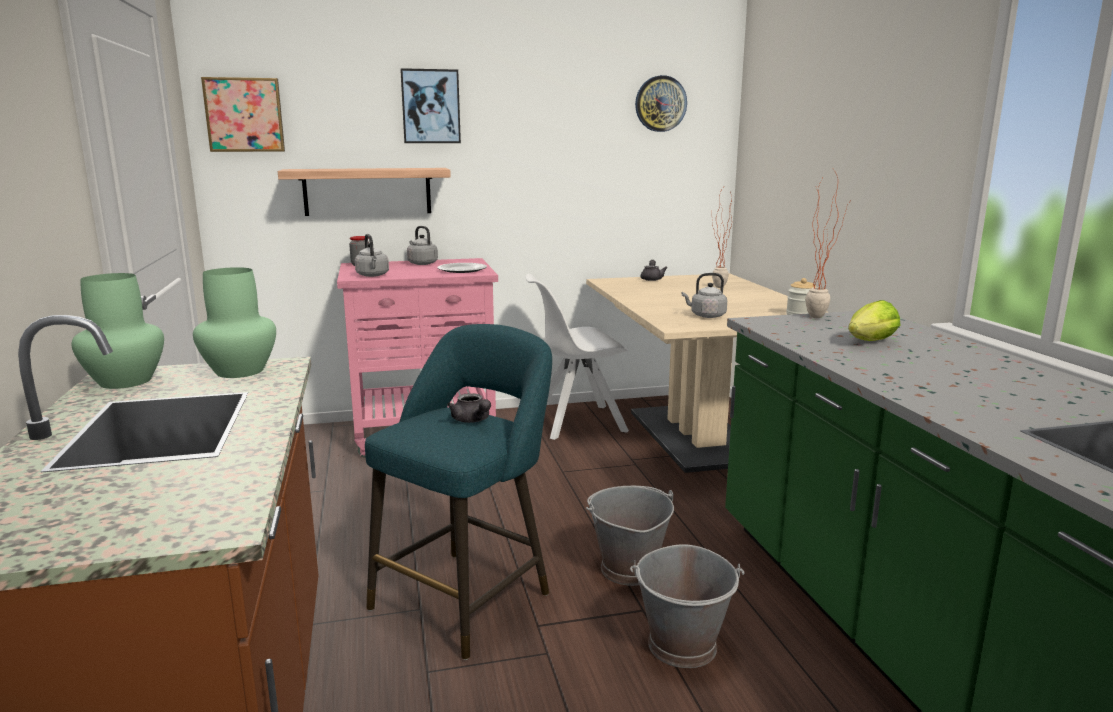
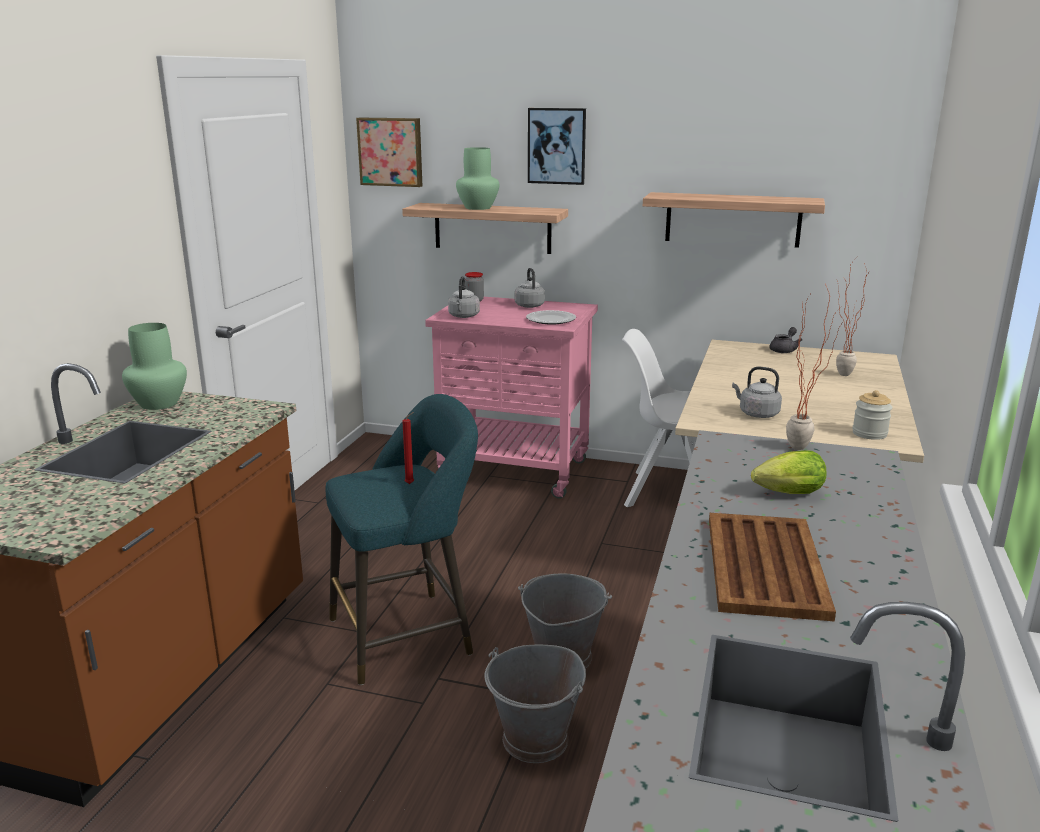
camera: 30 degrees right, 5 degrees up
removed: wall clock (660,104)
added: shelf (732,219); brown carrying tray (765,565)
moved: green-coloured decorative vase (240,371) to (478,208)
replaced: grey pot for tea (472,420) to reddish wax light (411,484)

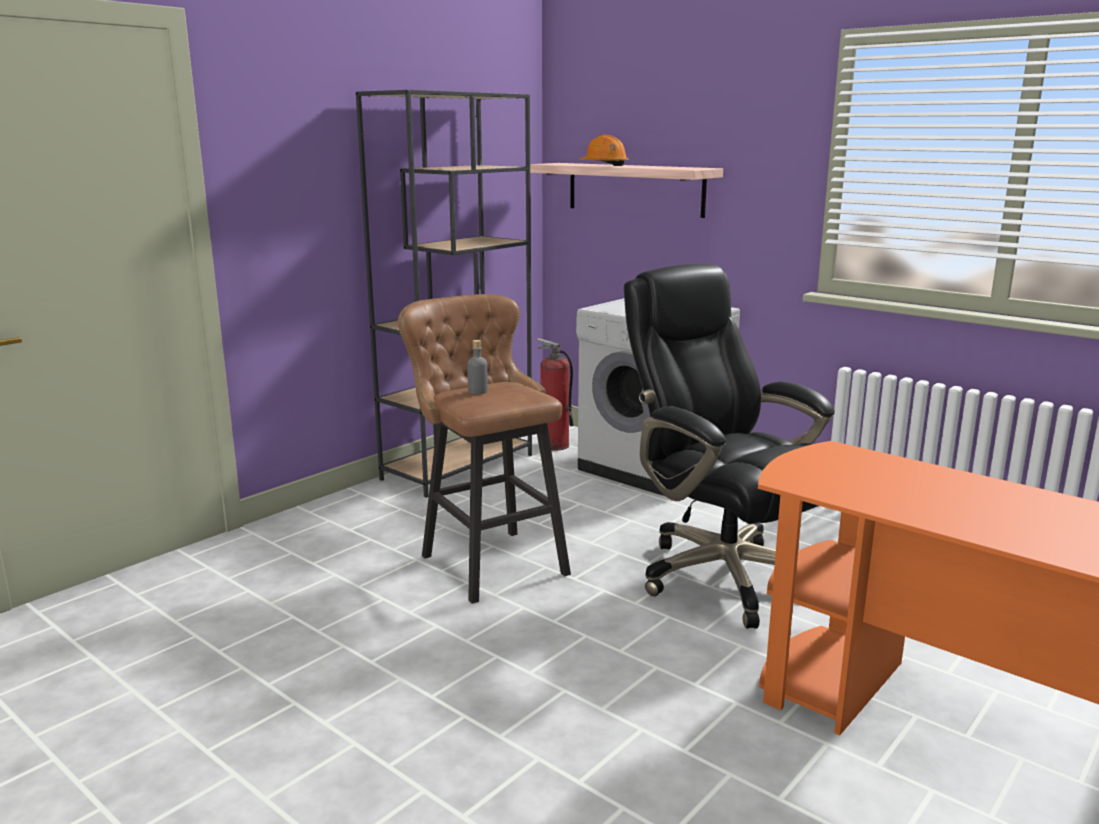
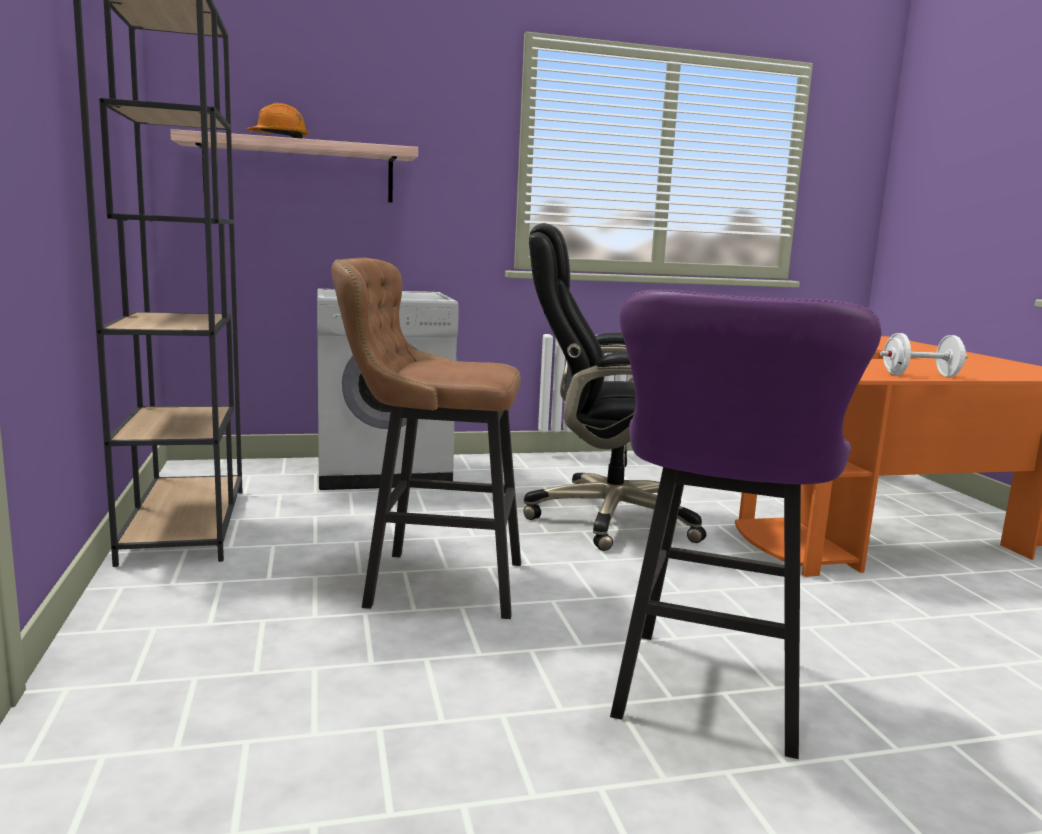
camera: 55 degrees left, 5 degrees down
removed: fire extinguisher (554,445); grey drink bottle (477,391)
added: purplish stool (706,703); whitish dumbbell (920,375)

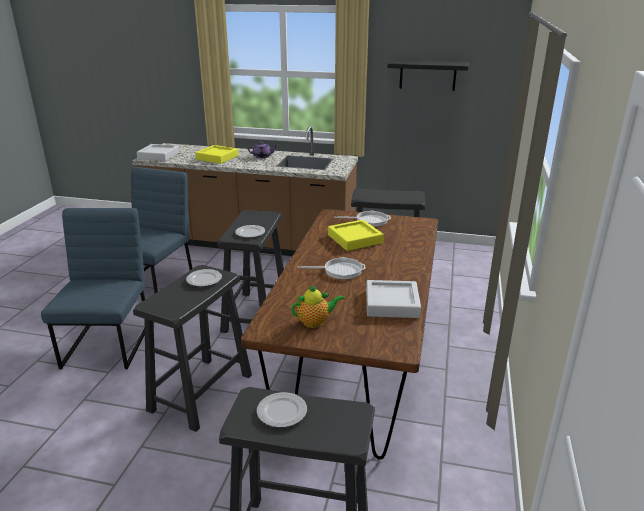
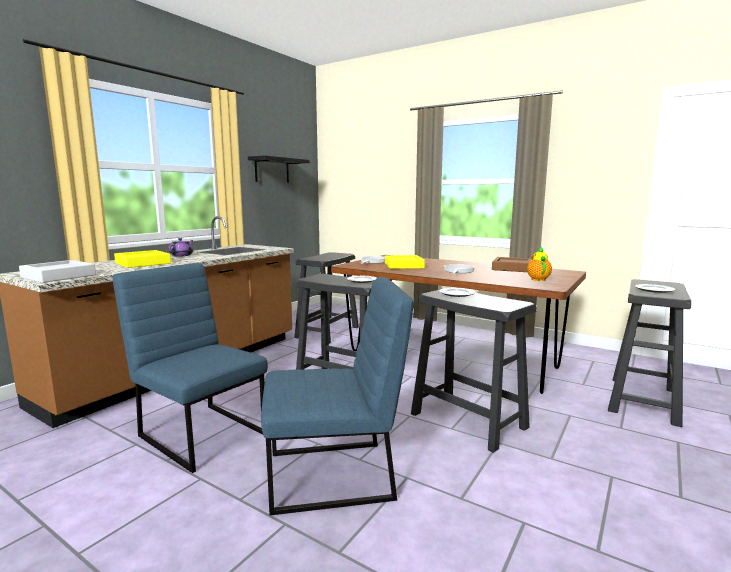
camera: 70 degrees left, 15 degrees down
recoloured: grey carrying tray (392,303) to brown carrying tray (512,268)
turned: blue-coloured upright chair (109,343) = (334,475) 150 degrees clockwise

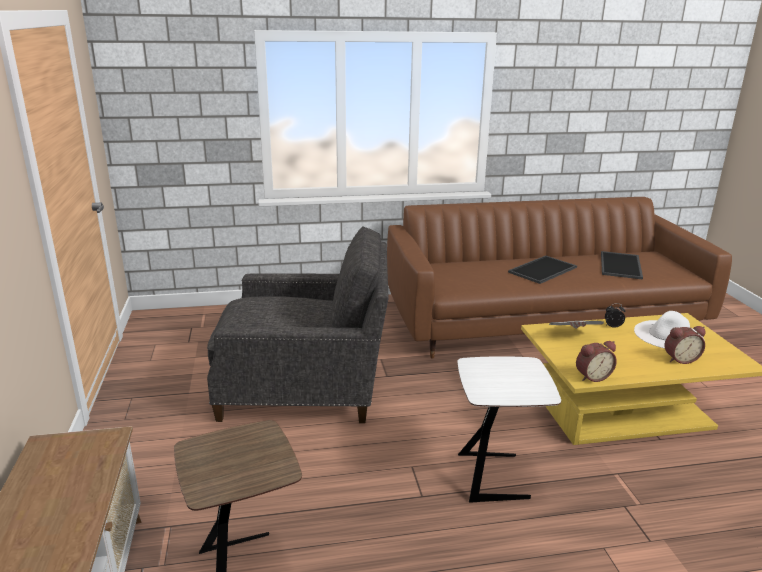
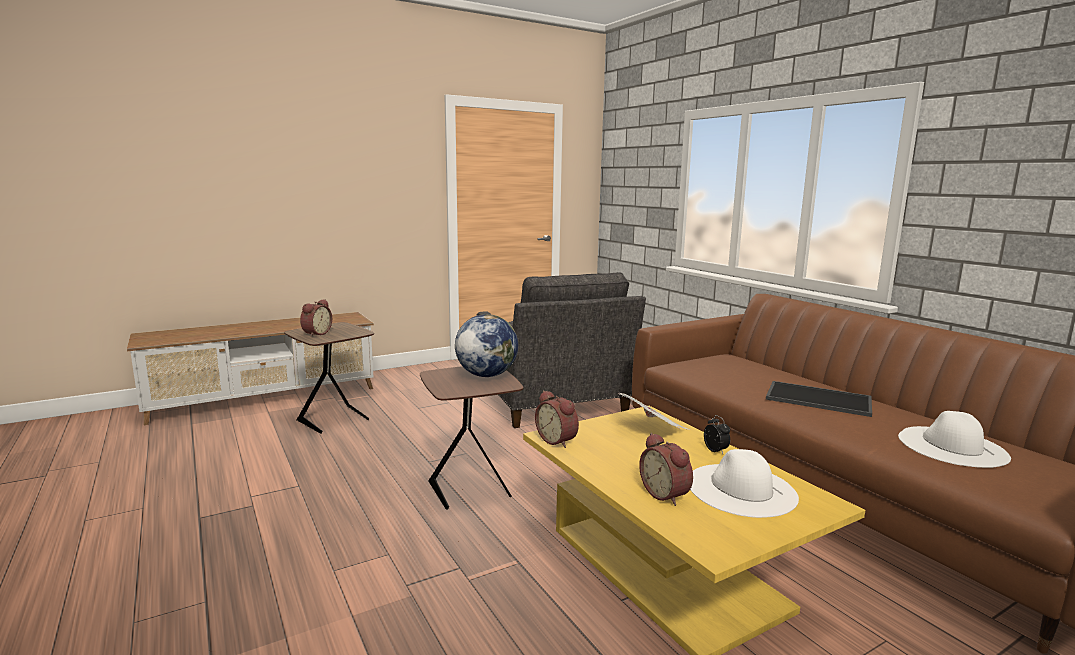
camera: 70 degrees right, 10 degrees down
added: table clock (316,334); world globe (486,375)
replaced: carrying tray (621,266) to whitish hat (951,446)
recoloured: whitish end table (495,476) to brown end table (472,490)

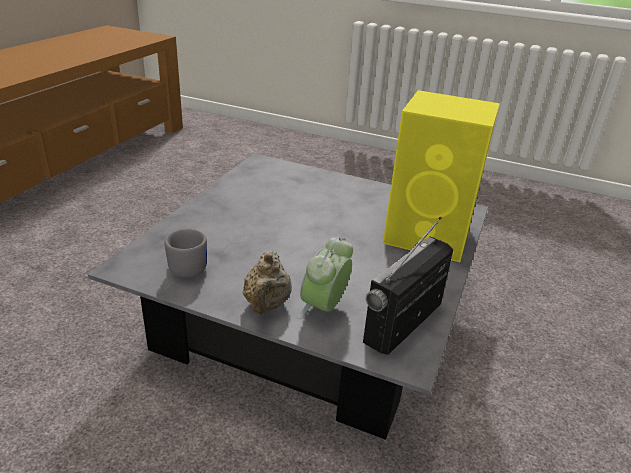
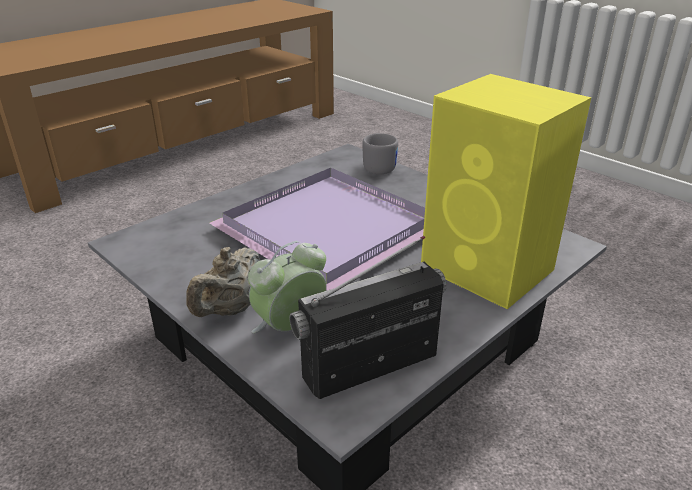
camera: 25 degrees right, 0 degrees up
added: purplish carrying tray (333,230)
moved: grey tea mug (186,266) to (378,167)

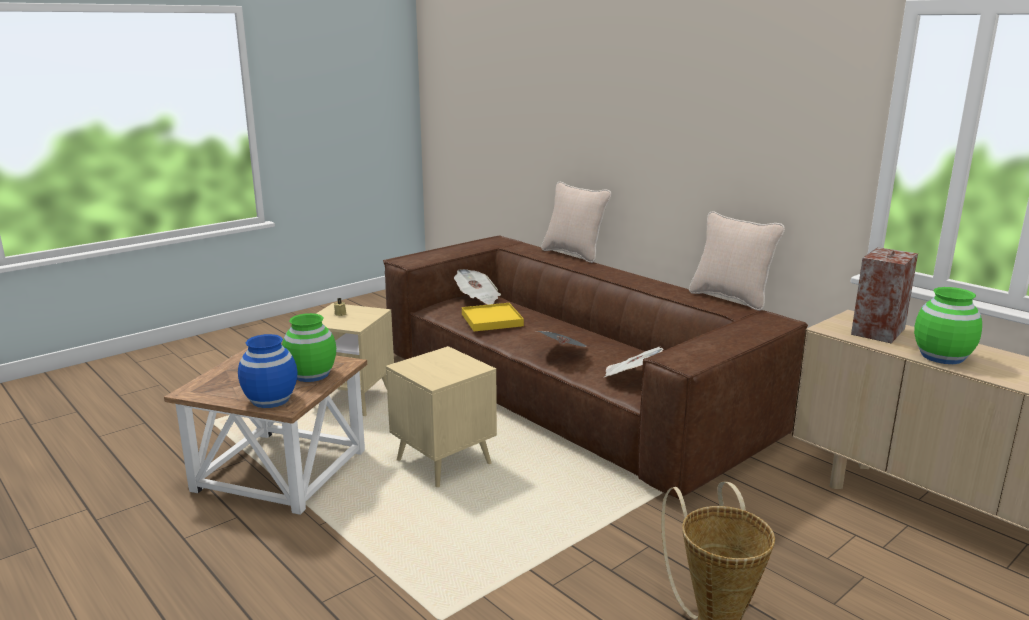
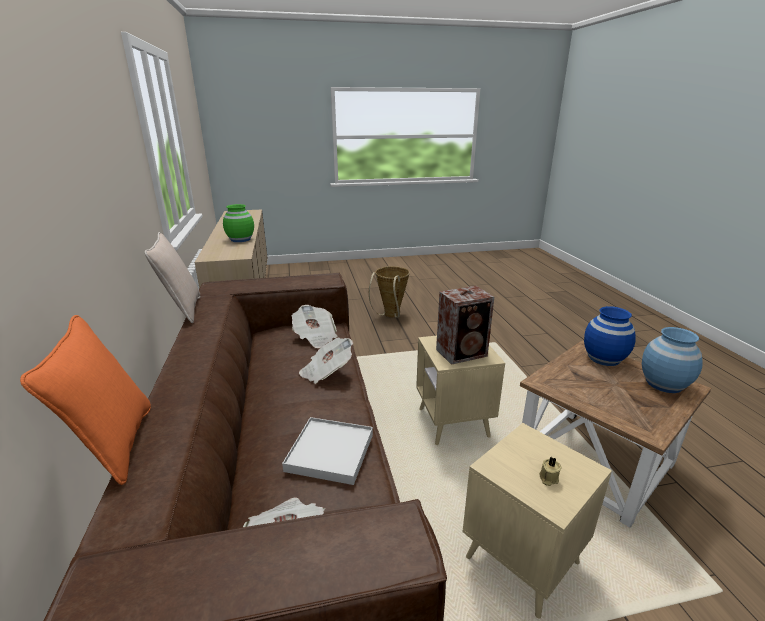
camera: 150 degrees left, 5 degrees up
removed: green-coloured decorative vase (311,375)
added: blue-coloured decorative vase (664,384)
moved: loudspeaker (876,332) to (463,353)
recoloured: beige-coloured cushion (574,254) to orange cushion (115,445); yellow-coloured carrying tray (492,320) to whitish carrying tray (330,452)

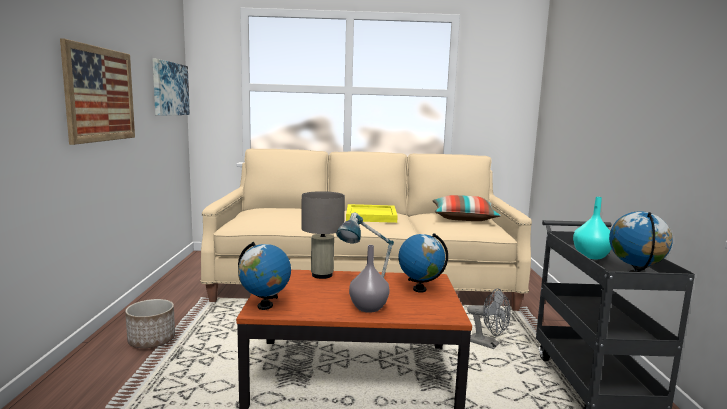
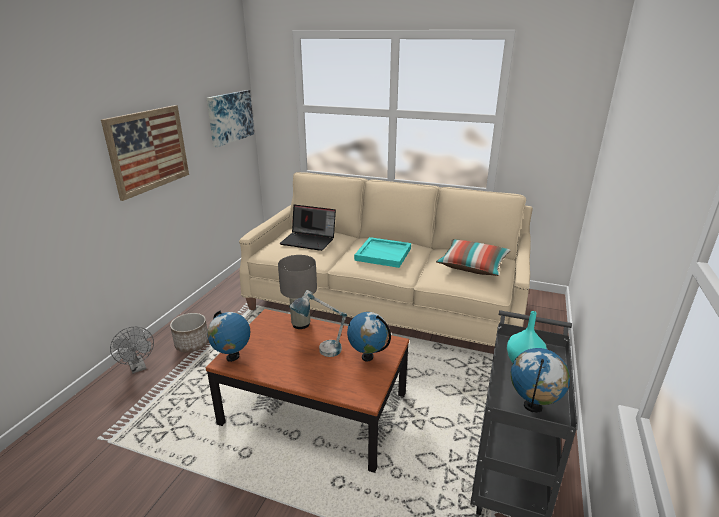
camera: 20 degrees right, 15 degrees up
removed: grey decorative vase (369,308)
added: notebook computer (309,240)
moved: grey electric fan (488,344) to (138,367)
recoloured: yellow-coloured carrying tray (371,216) to blue-green carrying tray (384,254)

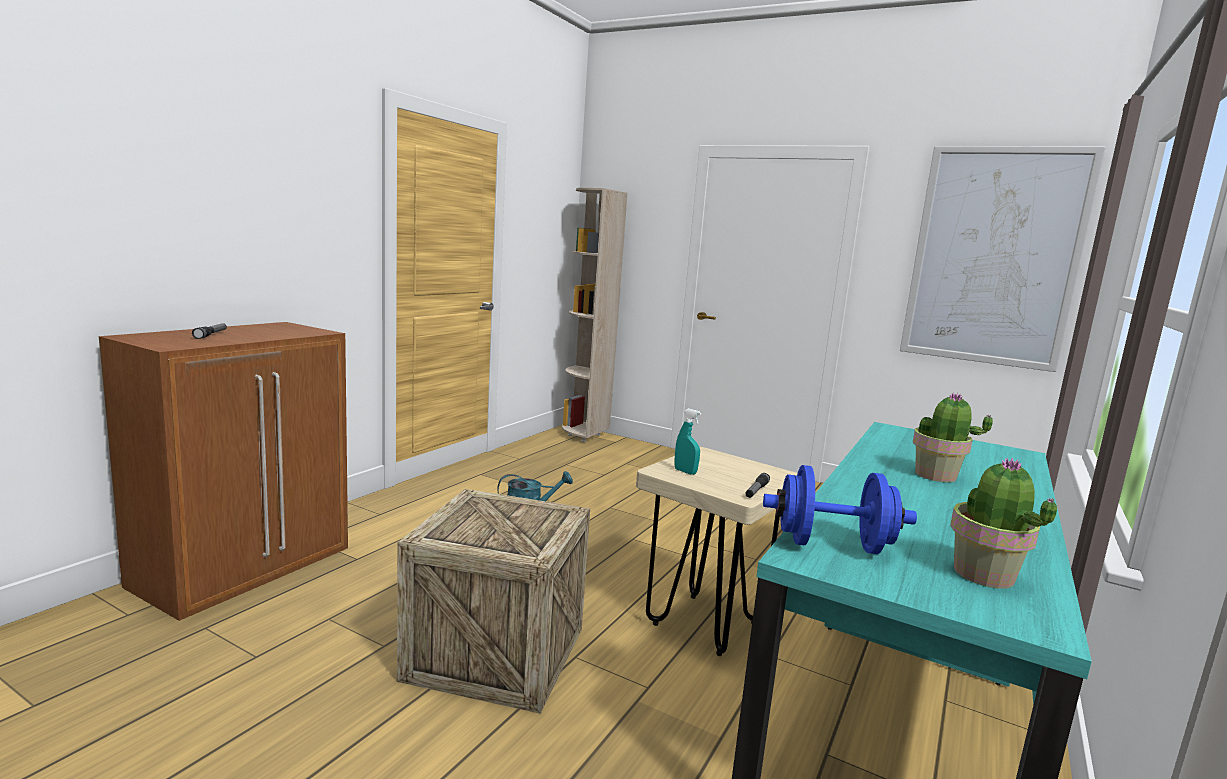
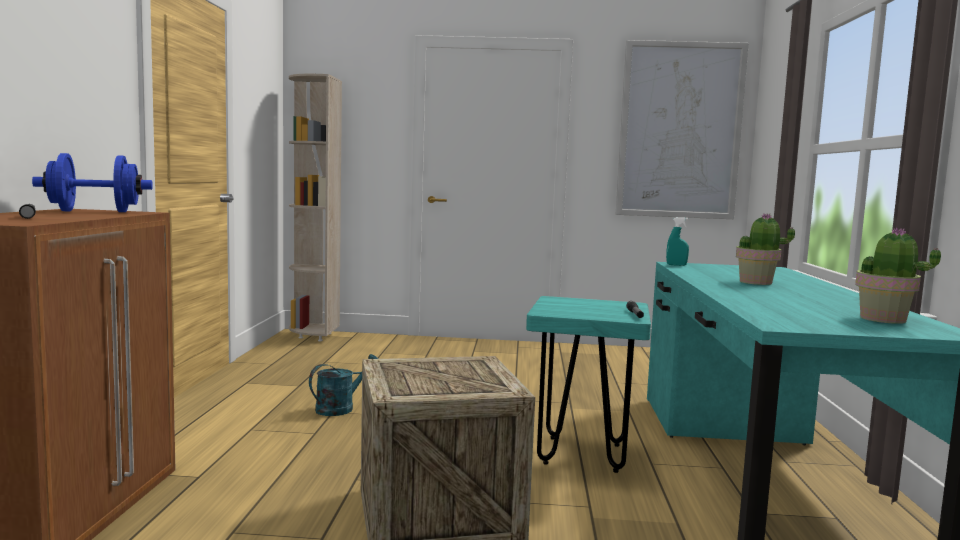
camera: 25 degrees left, 5 degrees down
moved: blue-green sprayer (685,472) to (676,265); blue-coloured dumbbell (832,545) to (95,211)
recoloured: beige-coloured stool (705,623) to blue-green stool (582,454)

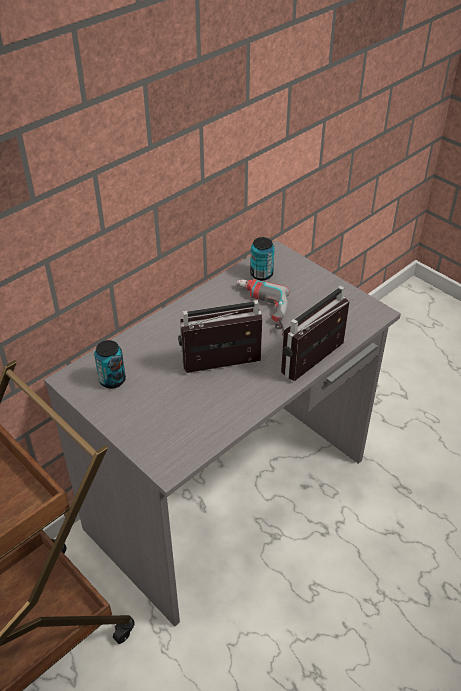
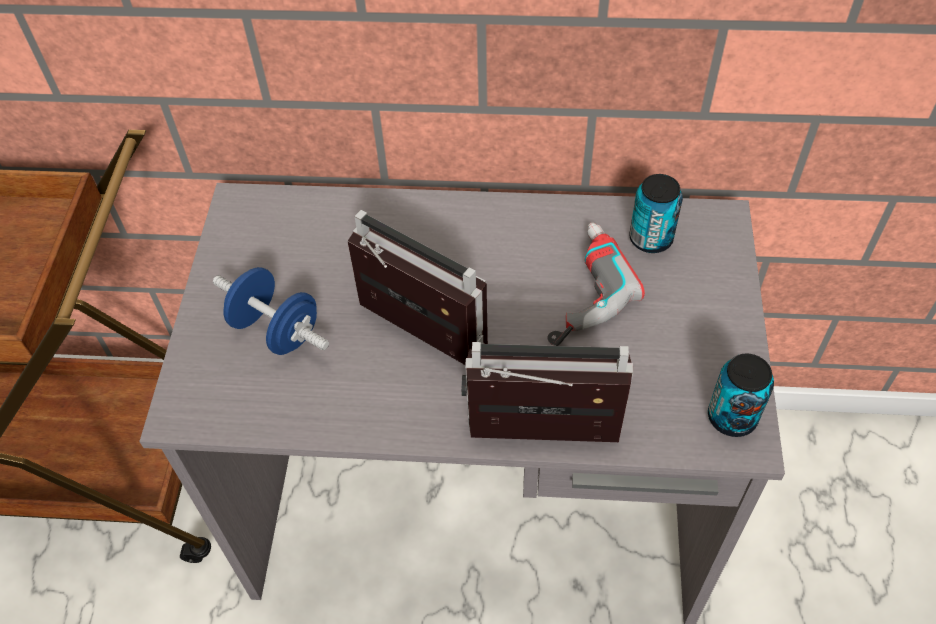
camera: 50 degrees right, 10 degrees up
added: blue-coloured dumbbell (276,330)
moved: metal can (112,380) to (732,417)

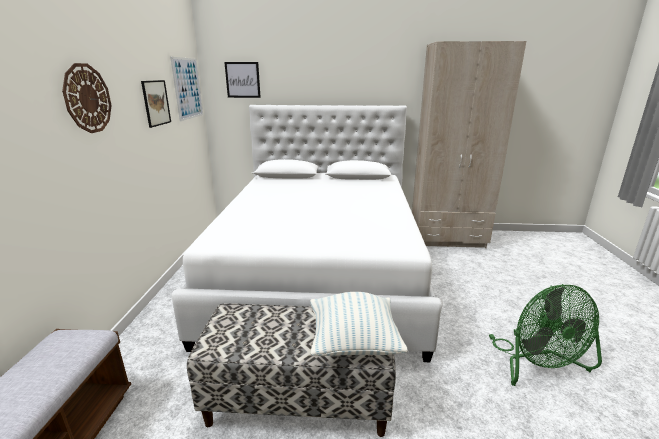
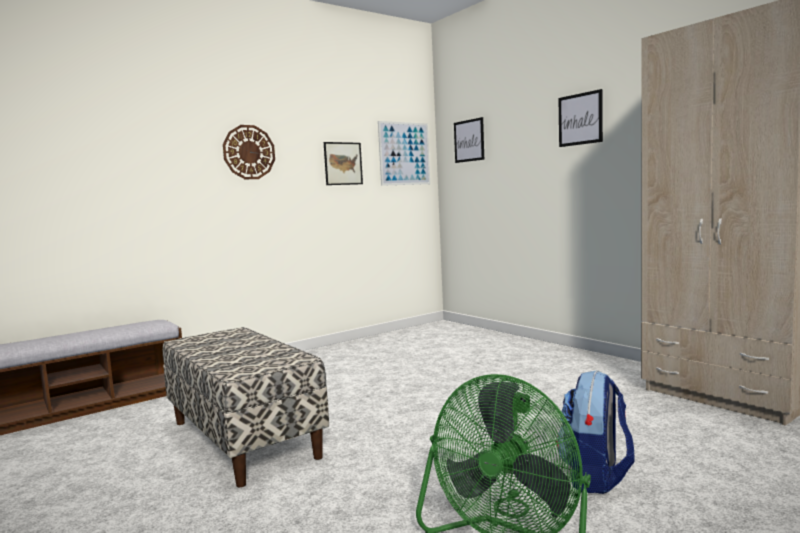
camera: 50 degrees right, 15 degrees down
removed: whitish bedroom bed (320,273); cushion (353,343)
added: wall art (580,119); rucksack (595,477)

